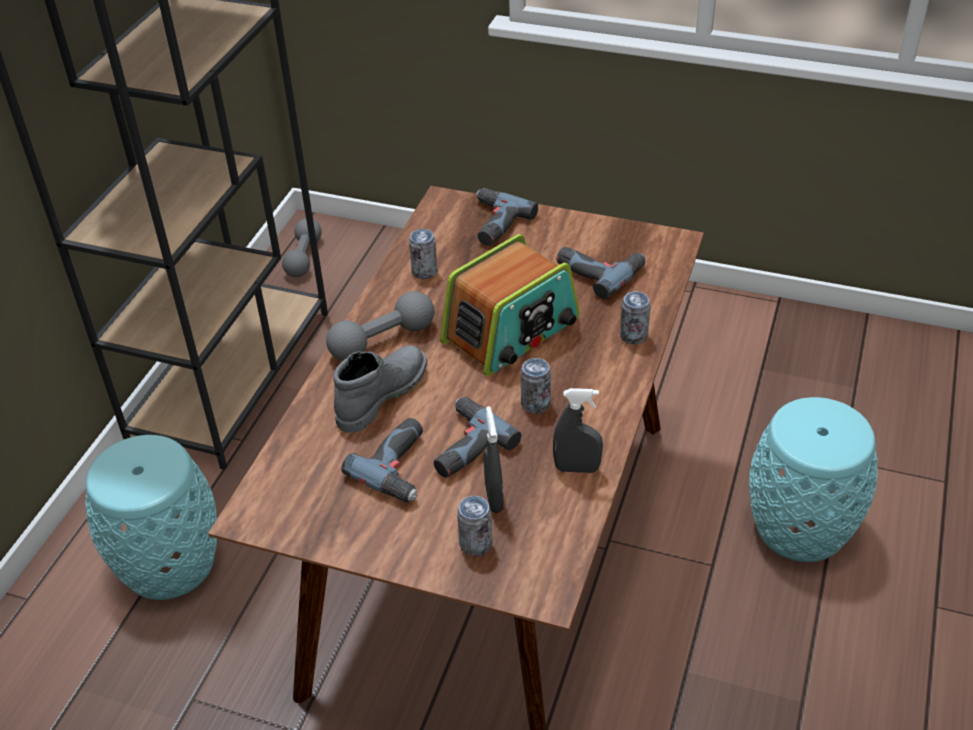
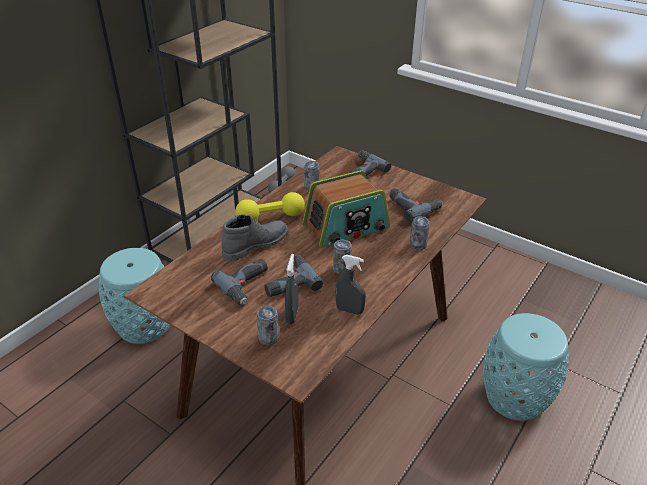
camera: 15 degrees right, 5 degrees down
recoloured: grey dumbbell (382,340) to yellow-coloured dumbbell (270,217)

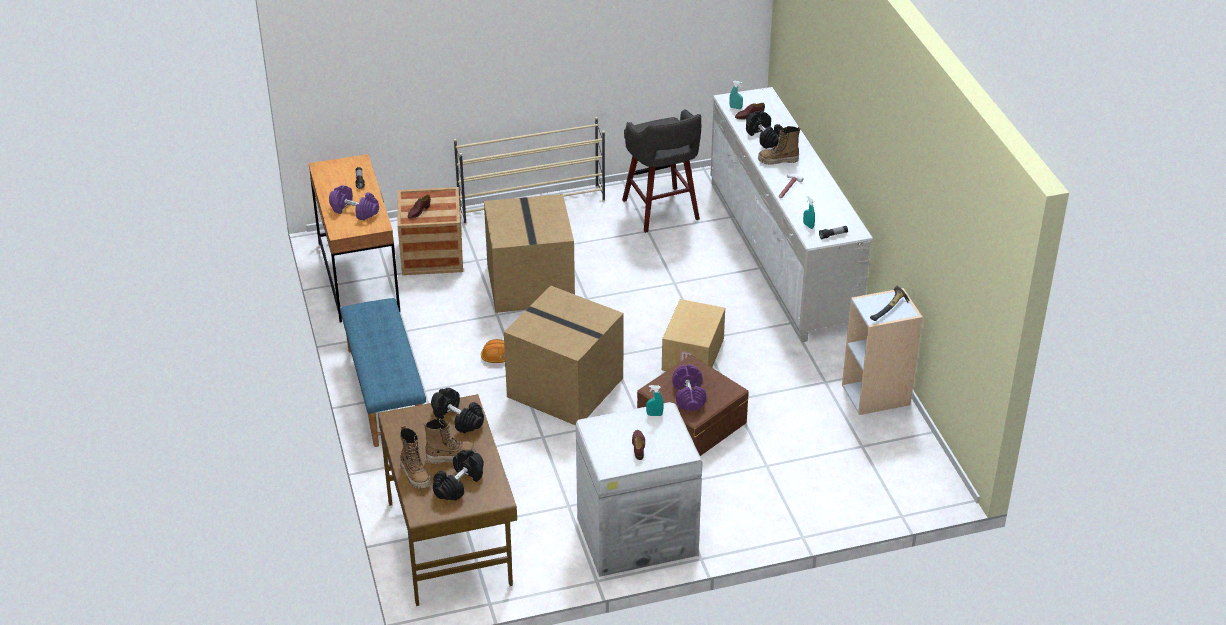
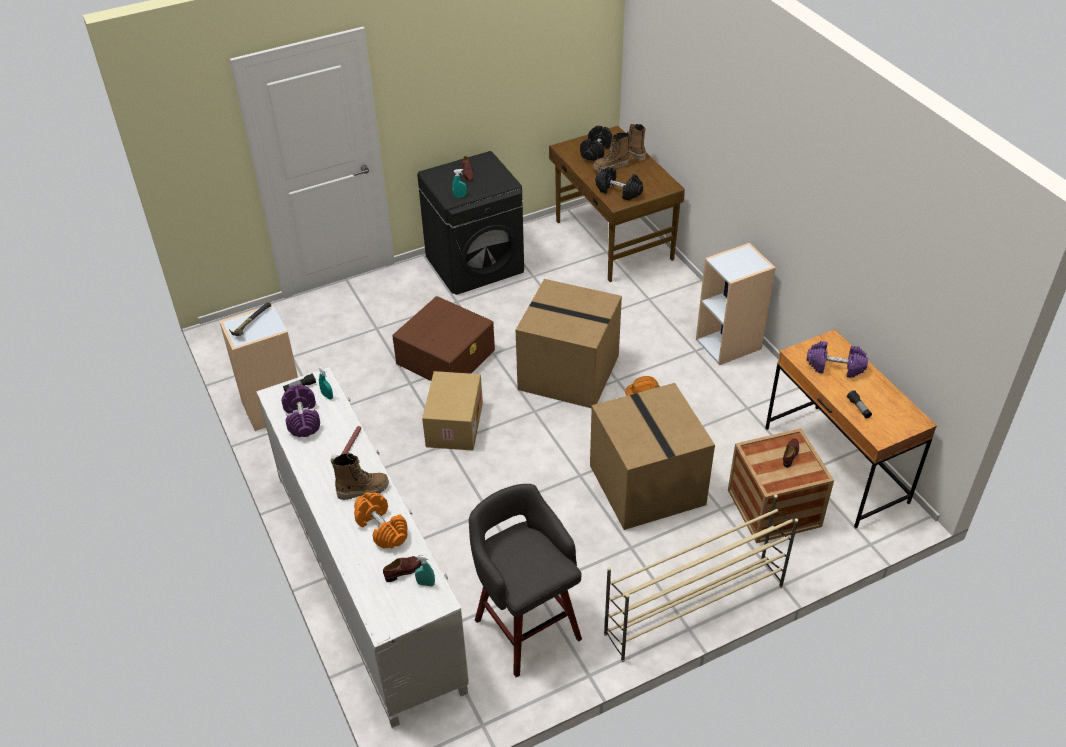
camera: 170 degrees right, 5 degrees up
moved: purplish dumbbell (689,396) to (302,419)
replaced: blue-coloured bench (384,392) to bookshelf (729,344)
recoloured: blackish dumbbell (765,138) to orange dumbbell (381,528); whitish laundry machine (634,532) to blackish laundry machine (477,265)

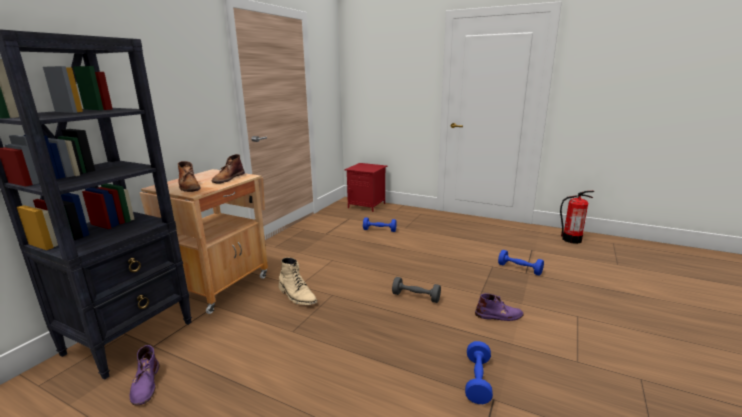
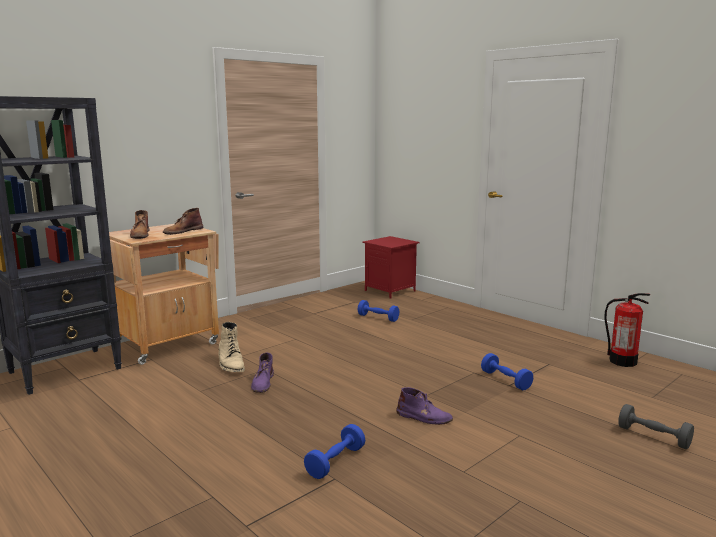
camera: 20 degrees right, 5 degrees down
moved: grey dumbbell (416,297) to (653,437); purplish tall boot (145,384) to (263,383)

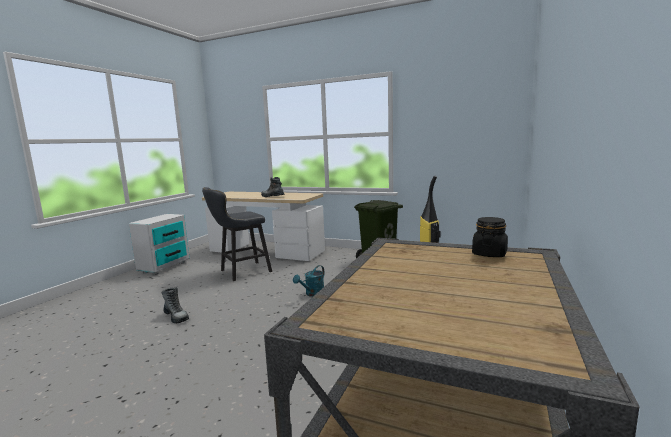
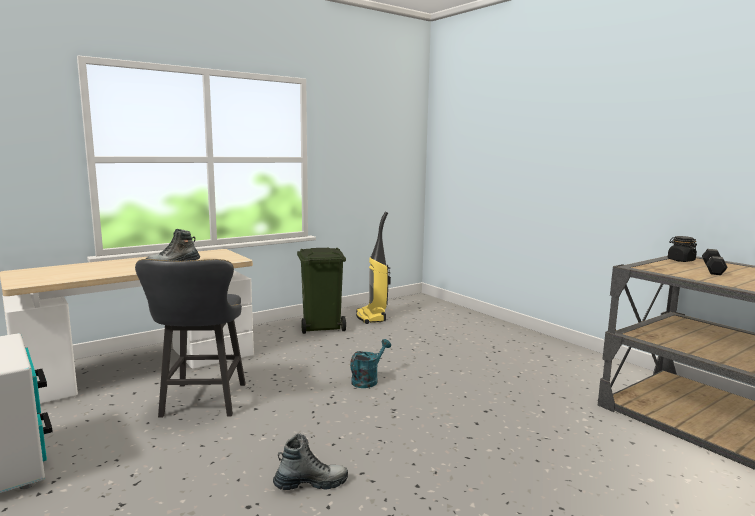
camera: 60 degrees left, 0 degrees up
added: blackish dumbbell (712,269)
turned: blue-green sprinkling can (312,294) = (368,380) 120 degrees counterclockwise

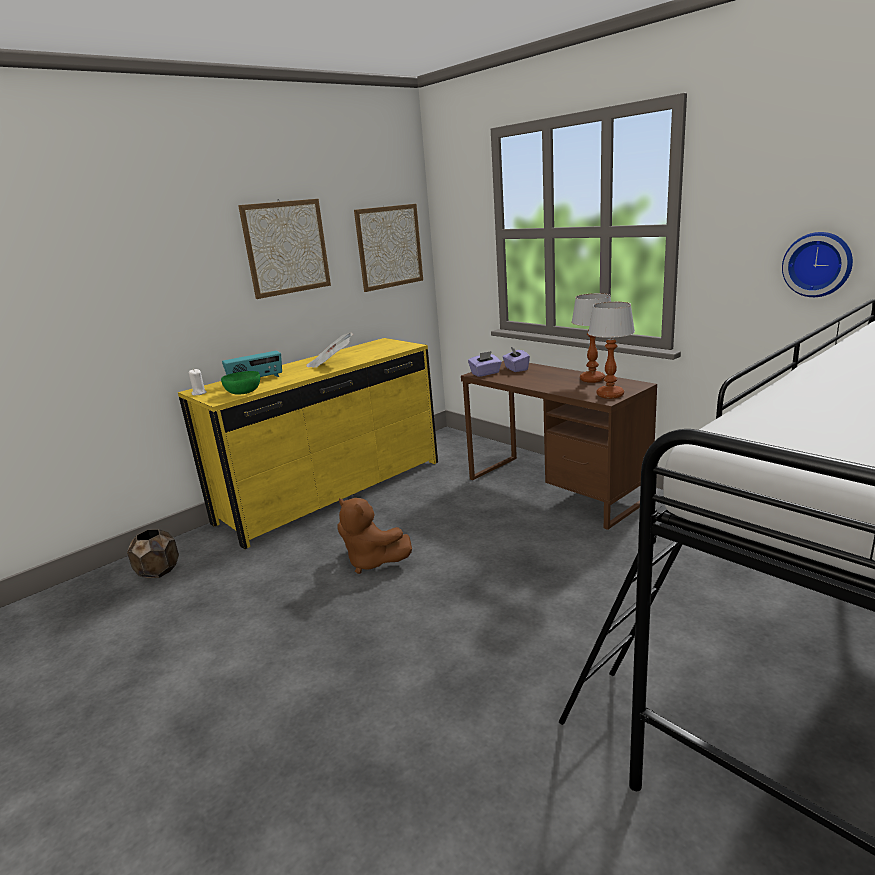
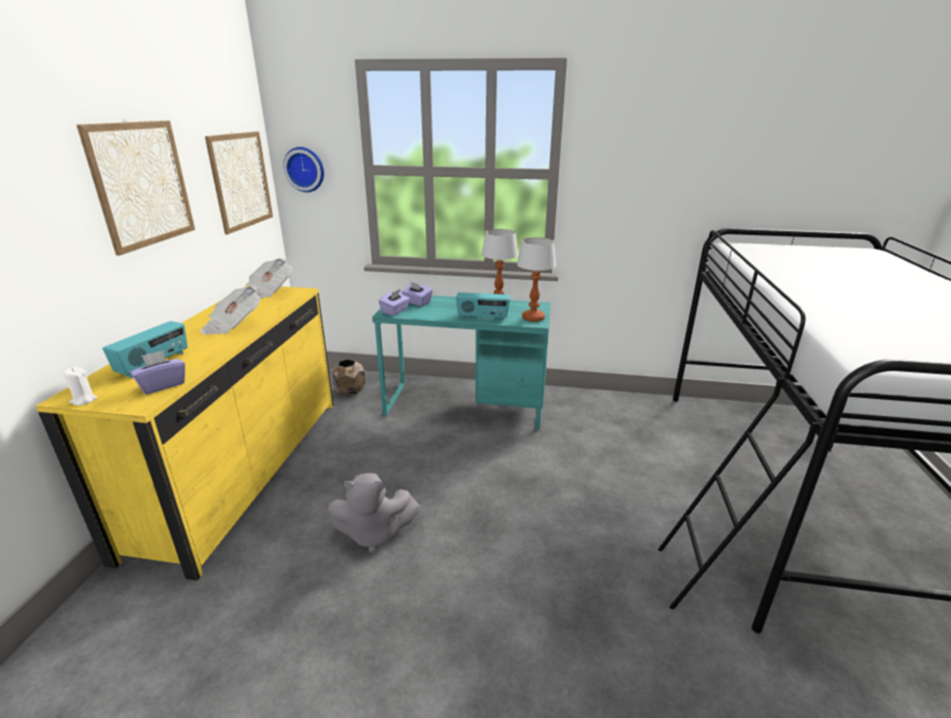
camera: 40 degrees left, 5 degrees up
added: daily paper (268,292); radio receiver (482,317)
moved: wall clock (818,264) to (305,169); brown planter (158,572) to (350,391)
replaced: green-coloured deep dish (243,392) to purplish tissue box (162,385)
recoloured: brown desk unit (554,489) to blue-green desk unit (465,405); brown soft toy (372,562) to grey soft toy (374,533)

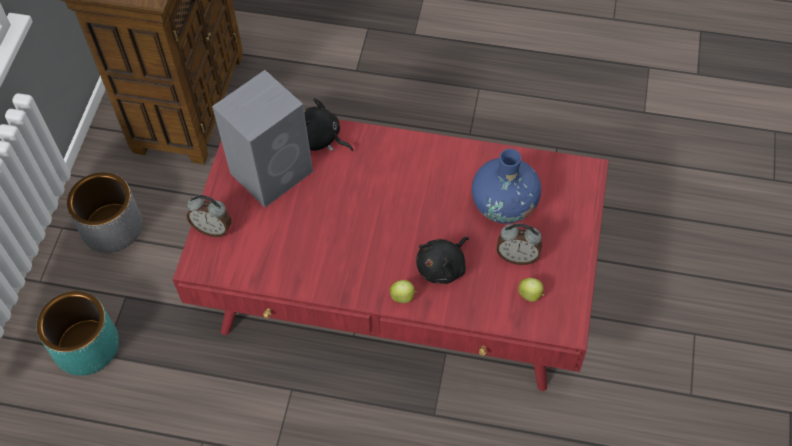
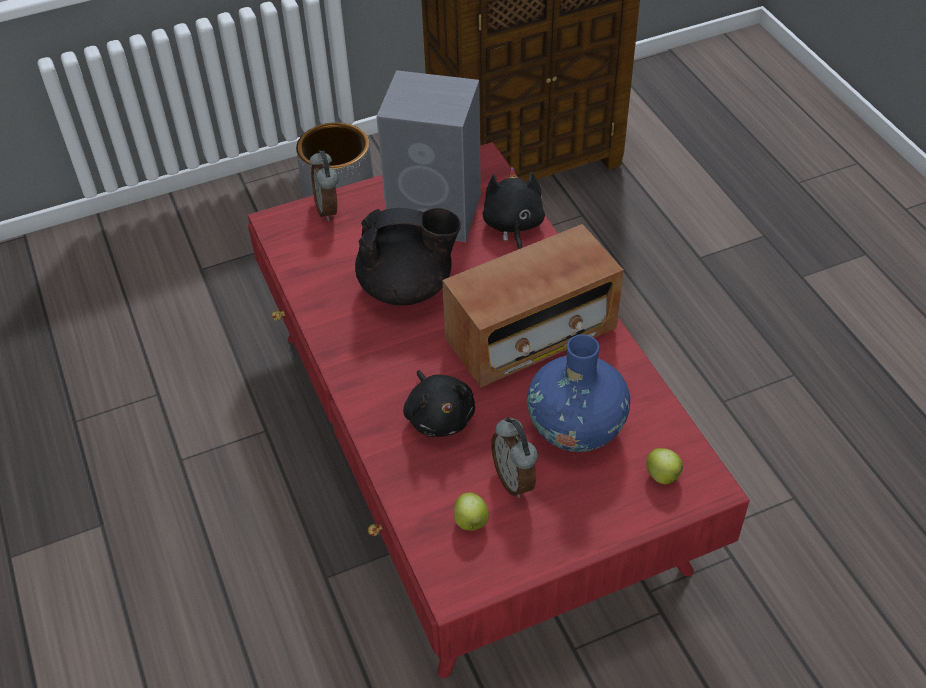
camera: 55 degrees right, 10 degrees down
removed: blue-green planter (86,347)
added: blackish pot for tea (408,287); radio receiver (531,336)
moved: apple (403,297) to (663,476)
turned: blackish soft toy (443,267) = (439,416) 120 degrees counterclockwise

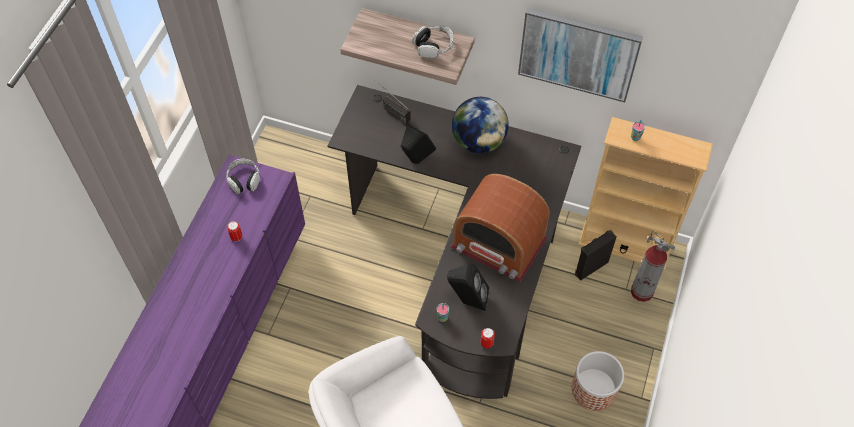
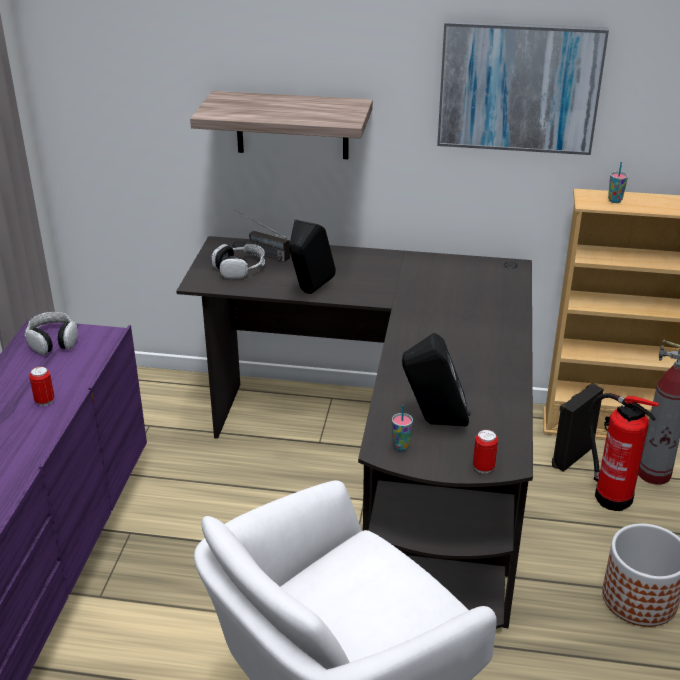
camera: 10 degrees left, 25 degrees down
removed: world globe (478,141); radio receiver (498,243)
added: fire extinguisher (610,495)
moved: pair of headphones (433,46) to (240,268)

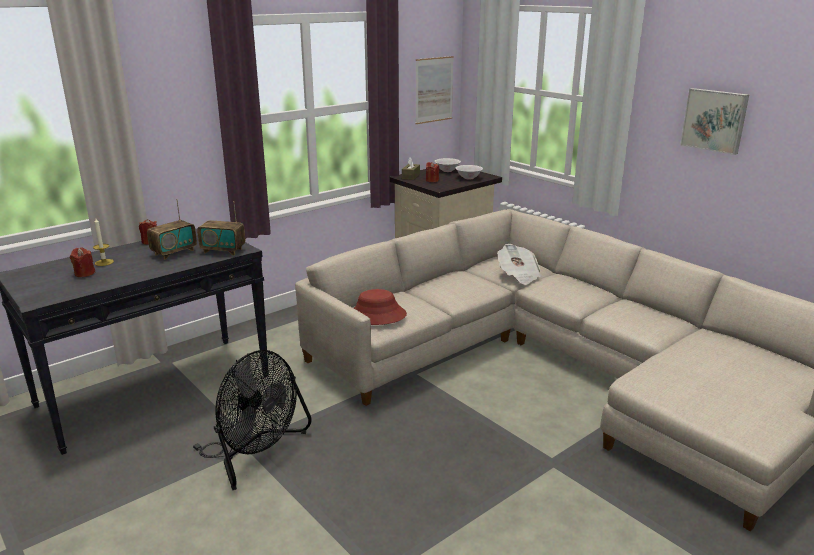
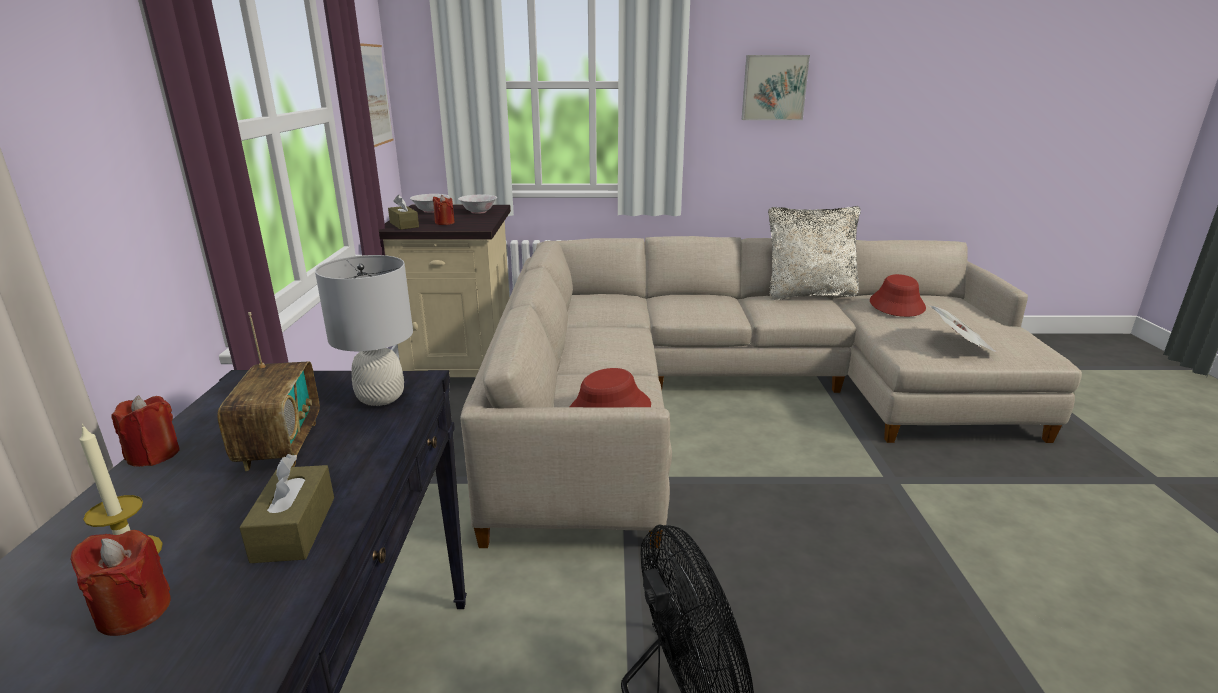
camera: 50 degrees left, 0 degrees up
added: beige-coloured cushion (810,295); reddish hat (897,305); brown tissue box (294,528)
moved: daily paper (518,275) to (959,345)
replaced: radio receiver (223,251) to grey table lamp (381,398)

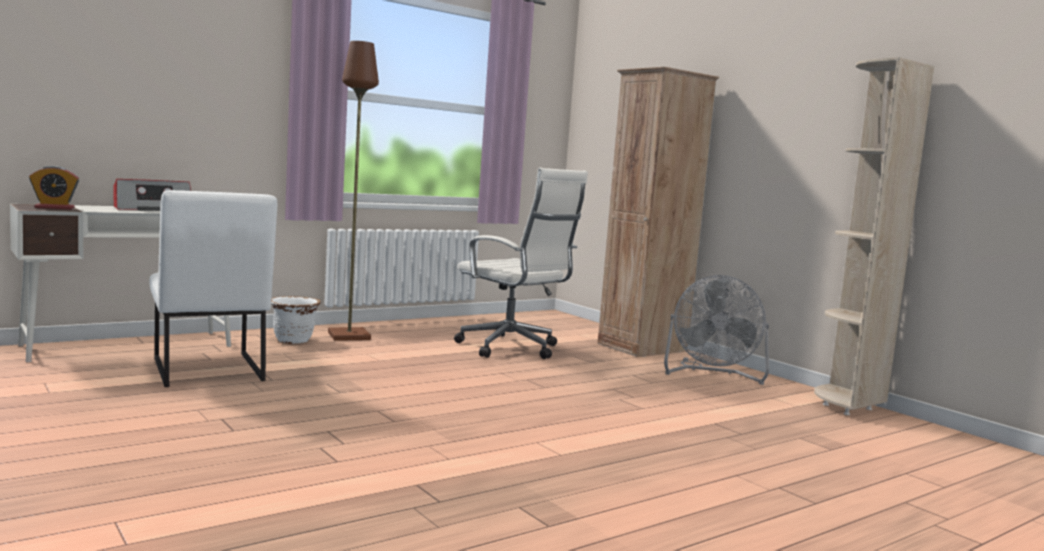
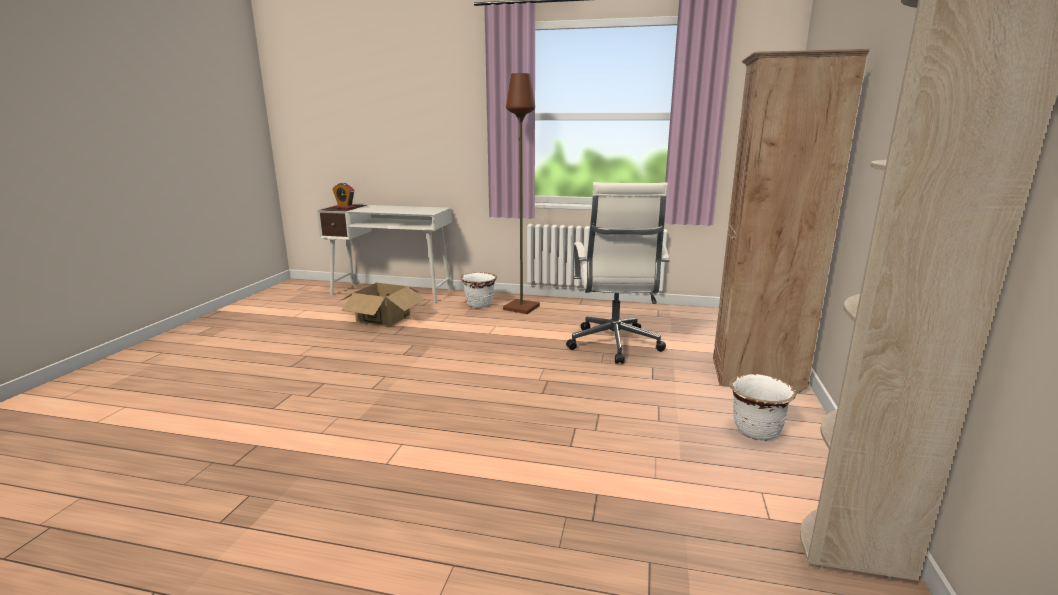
camera: 50 degrees right, 10 degrees up
removed: radio receiver (152,209)
replaced: whitish upright chair (207,370) to cardboard box (383,318); grey electric fan (708,374) to whitish planter (756,431)

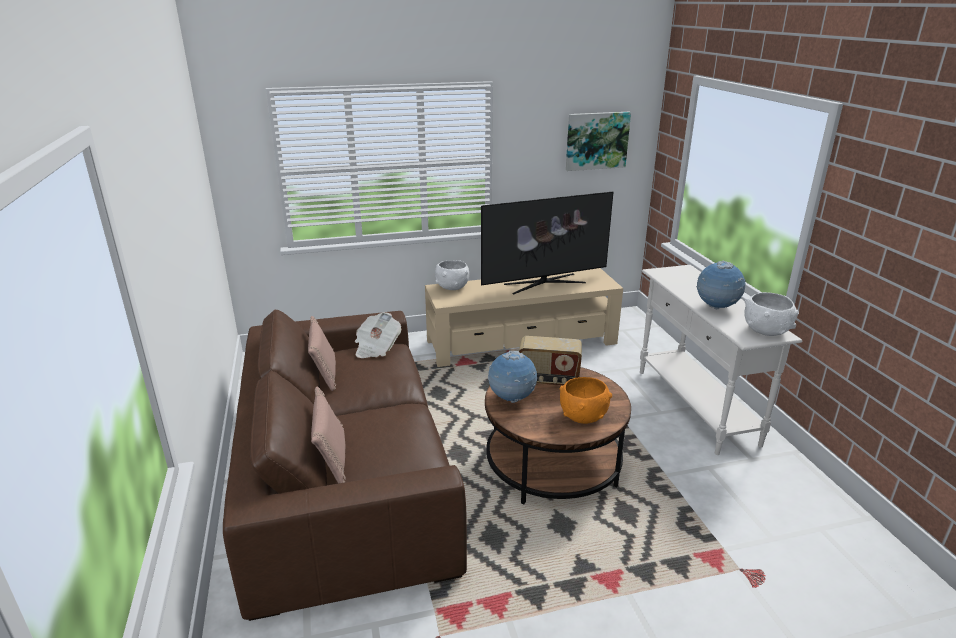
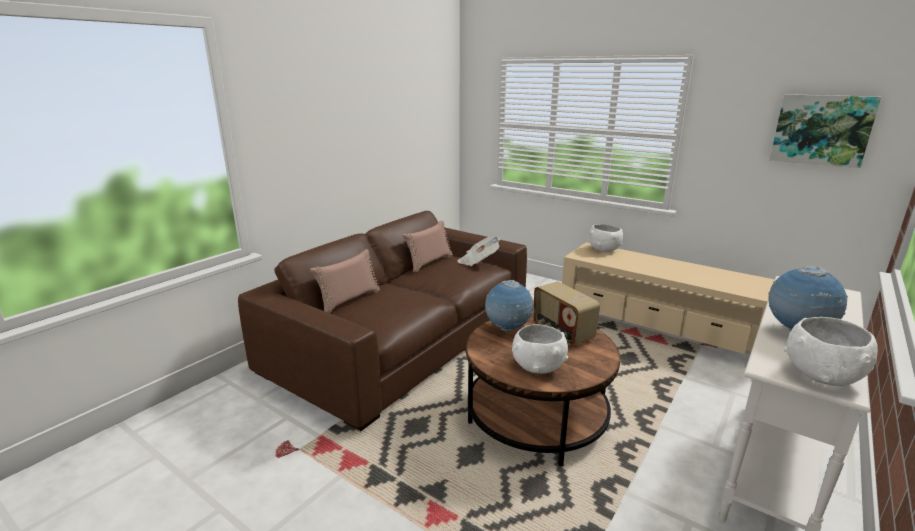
camera: 50 degrees right, 5 degrees down
removed: TV (544,283)
recoloured: orange deep dish (583,416) to whitish deep dish (538,367)

